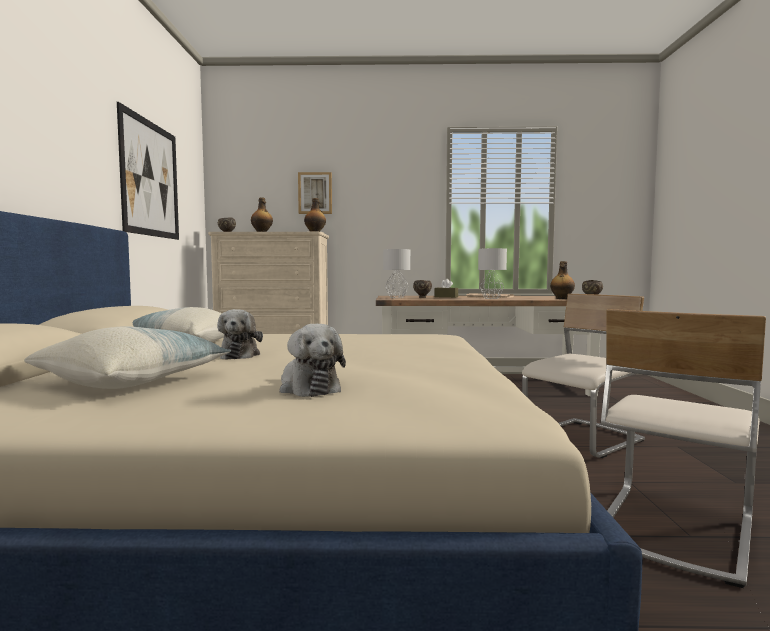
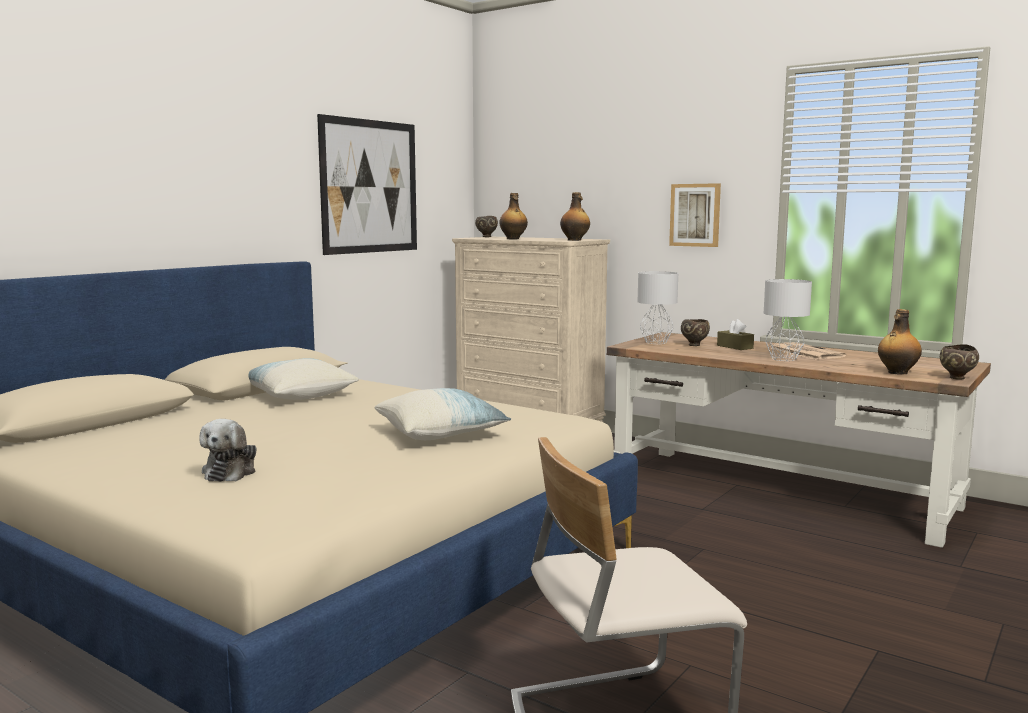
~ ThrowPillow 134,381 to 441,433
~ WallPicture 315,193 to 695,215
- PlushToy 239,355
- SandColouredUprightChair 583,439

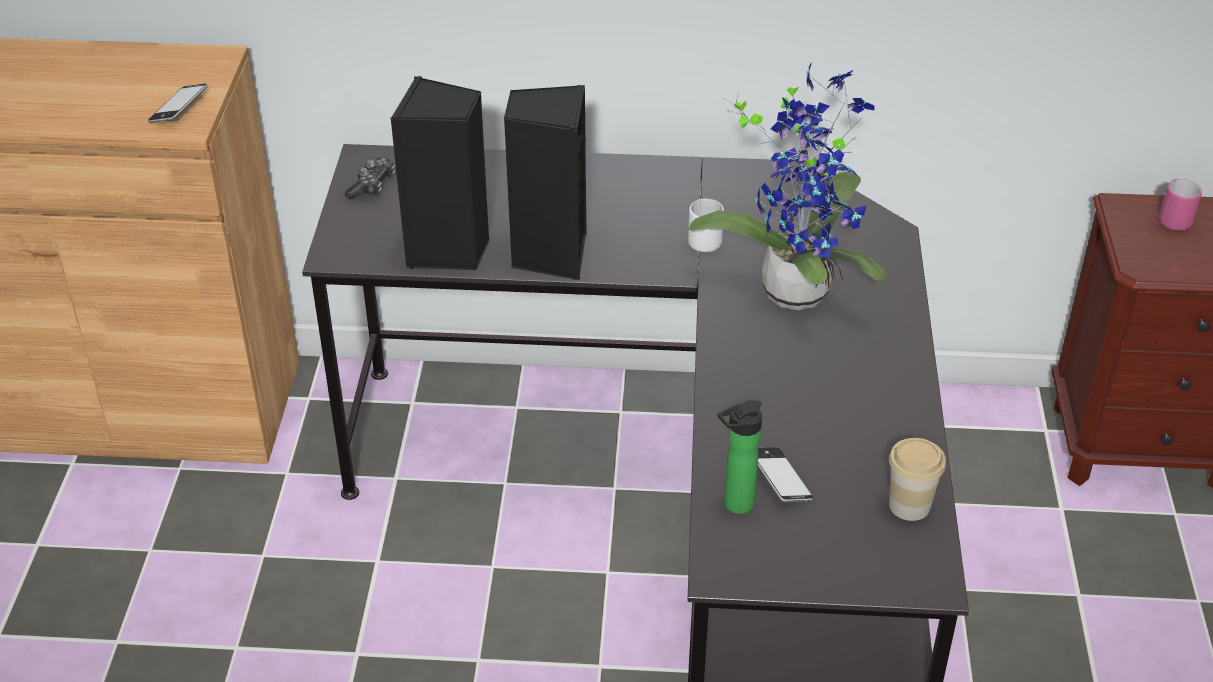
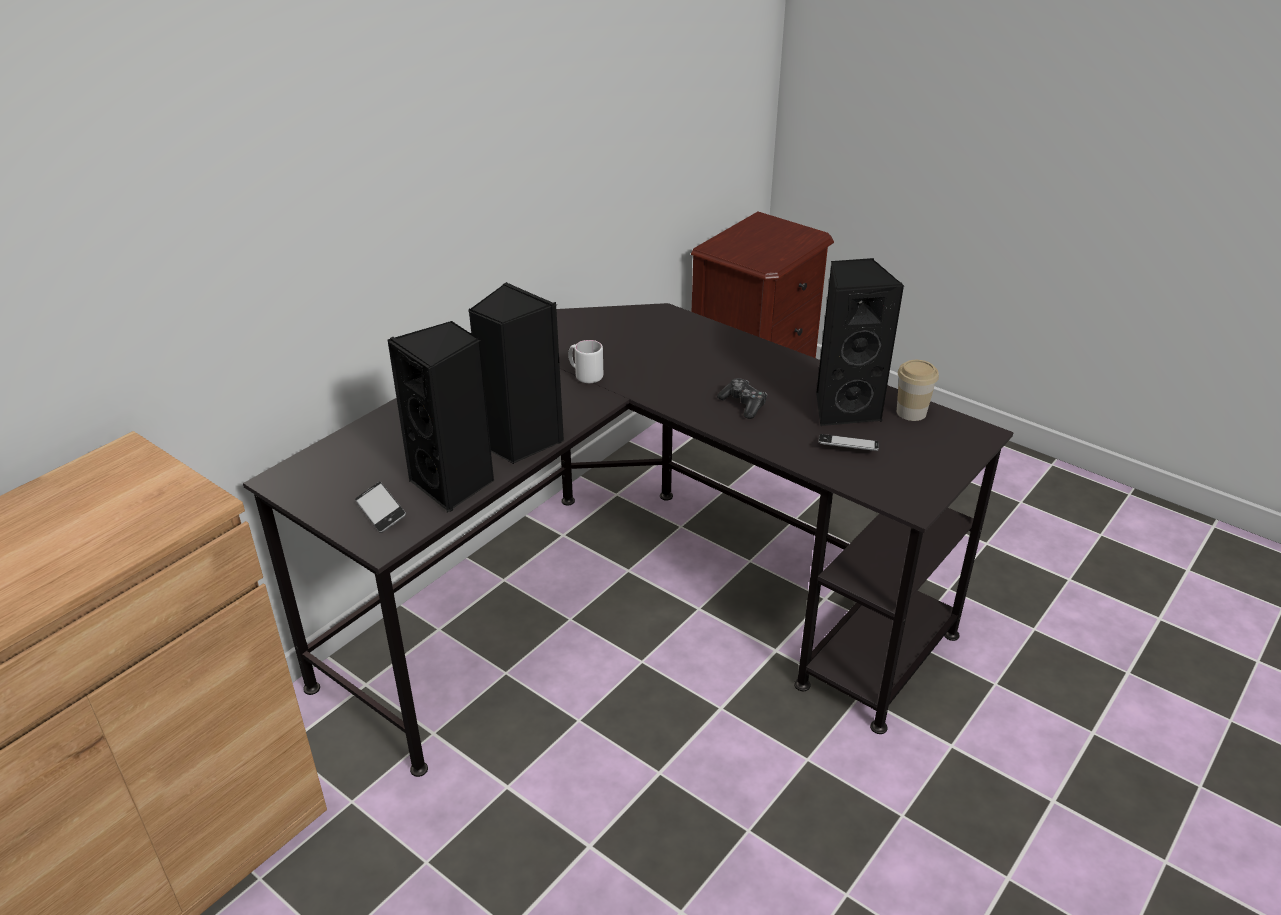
~ Telephone 179,108 to 381,511
~ Joypad 372,186 to 743,404
+ BlackishSpeaker 844,408
- PottedPlant 796,286
- BeverageBottle 734,505
- PinkMug 1173,218

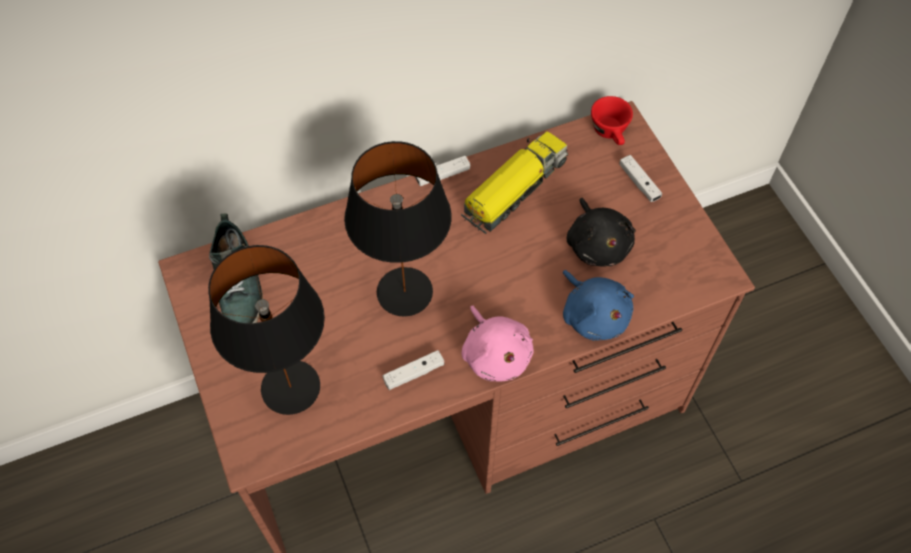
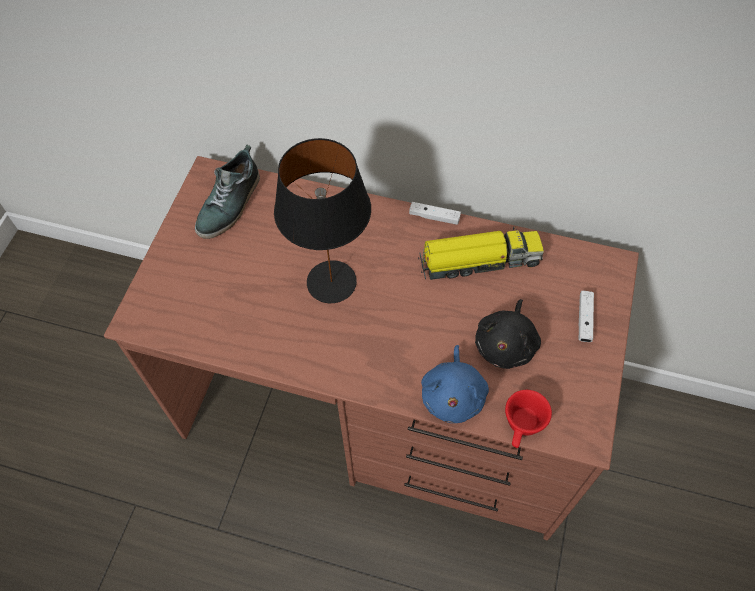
~ ReddishCup 611,133 to 522,427
- BlackishLampForATable 290,388
- WhitishJoypad 414,373
- PinkPlushToy 496,354

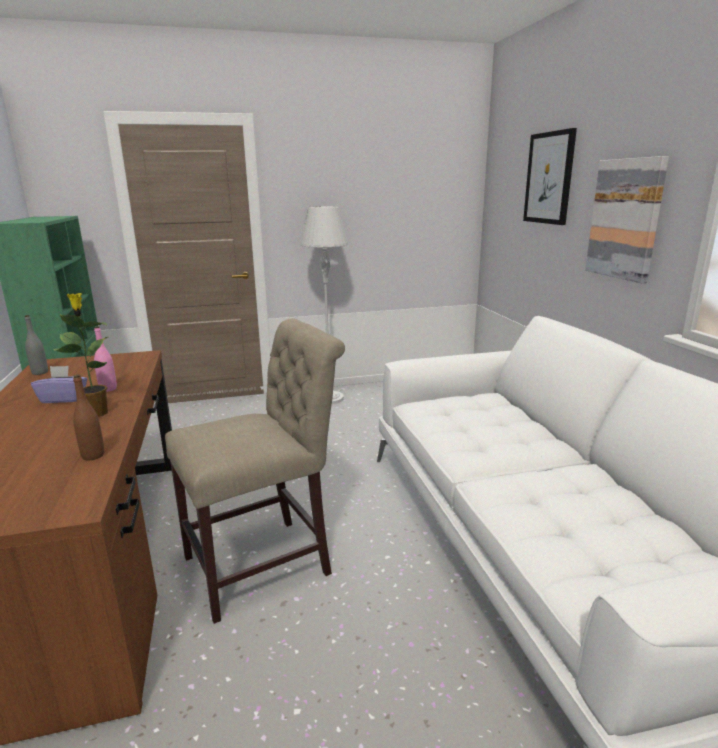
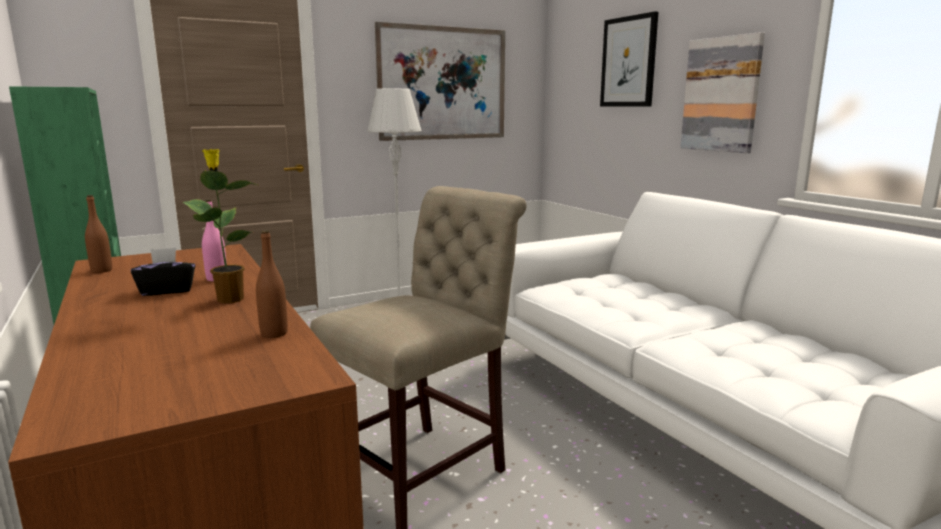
~ GreyBeverageBottle 40,372 to BrownBeverageBottle 101,270
~ PurpleColouredTissueBox 63,398 to BlackishTissueBox 167,290
+ WallPicture 443,84

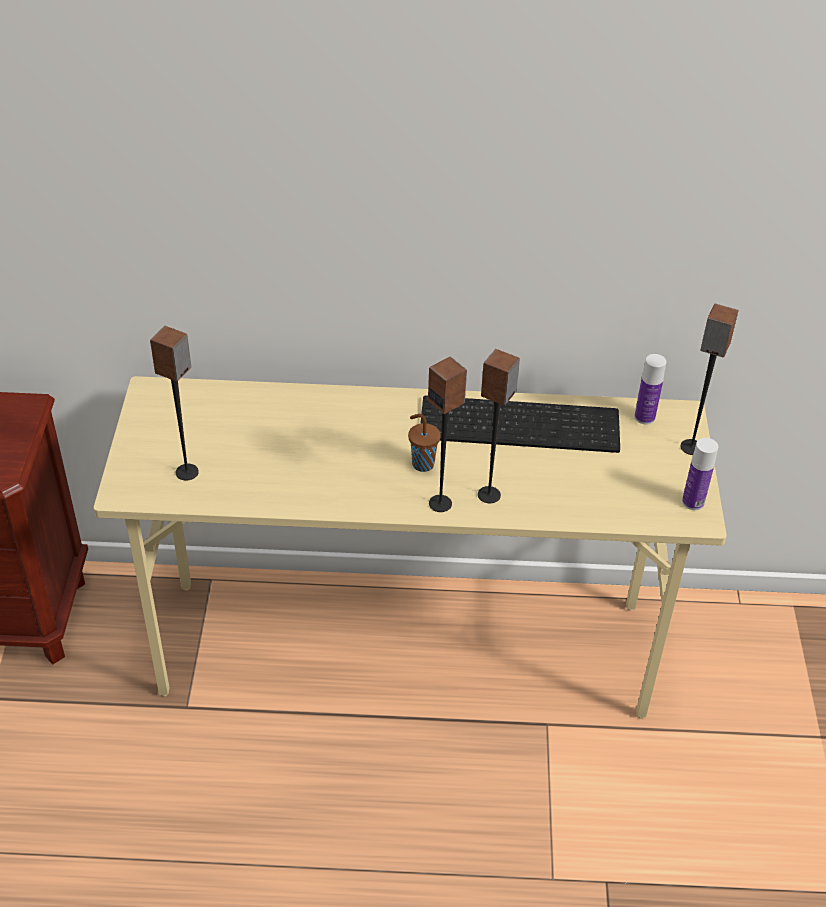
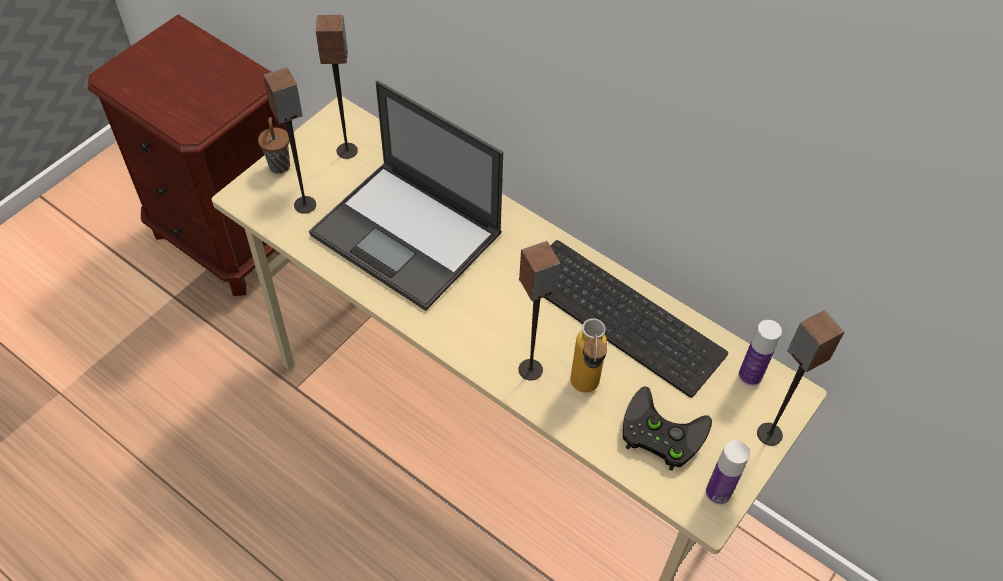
~ BrownCup 422,463 to 279,165
+ PortableComputer 408,235
~ Speaker 440,503 to 347,151
+ BeverageBottle 584,392
+ BlackishJoypad 658,433

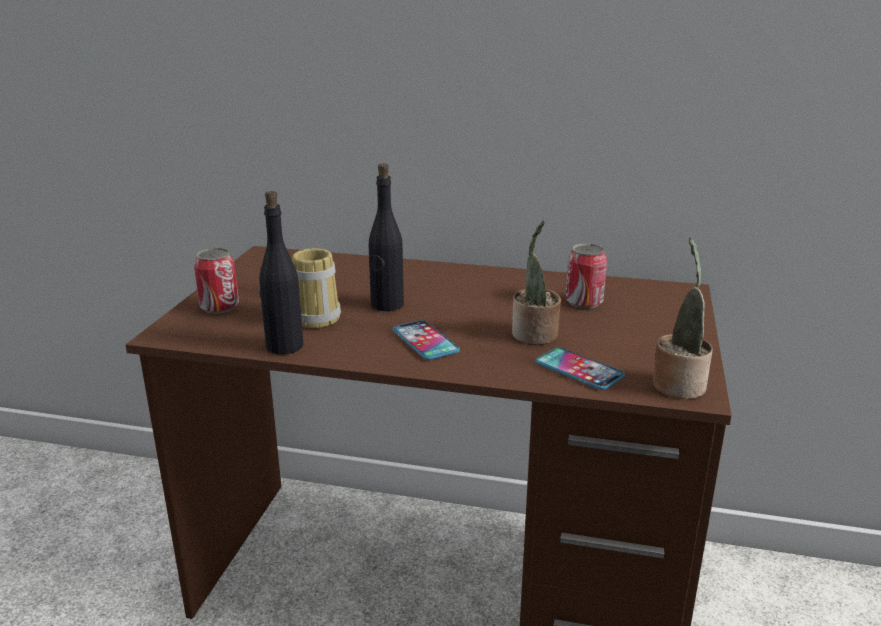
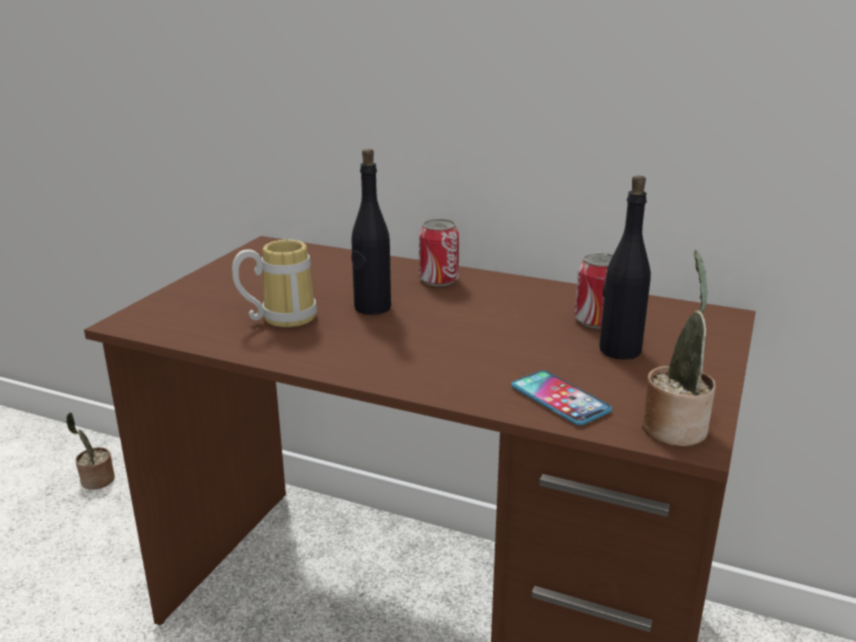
~ PottedPlant 534,336 to 96,481
~ MetalCan 219,307 to 438,280
~ BlackishBeverageBottle 284,346 to 619,350
- Telephone 425,341

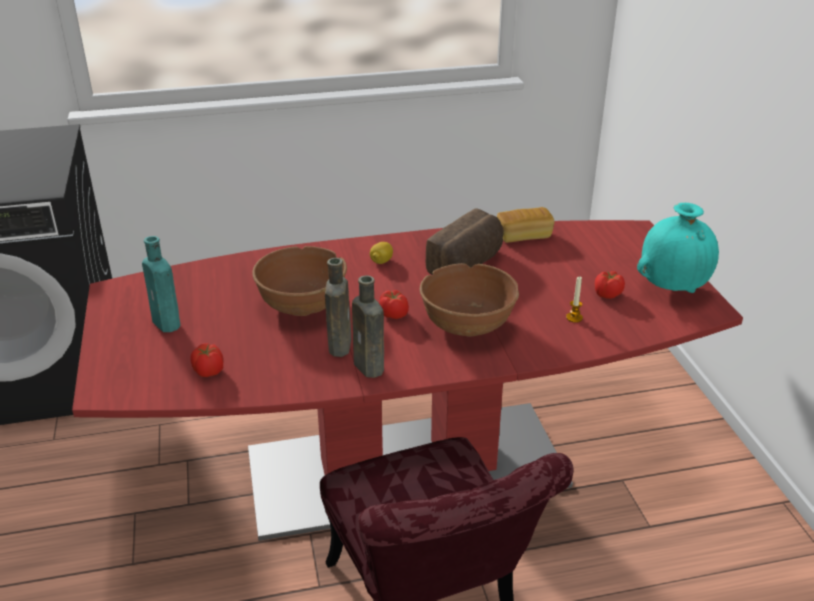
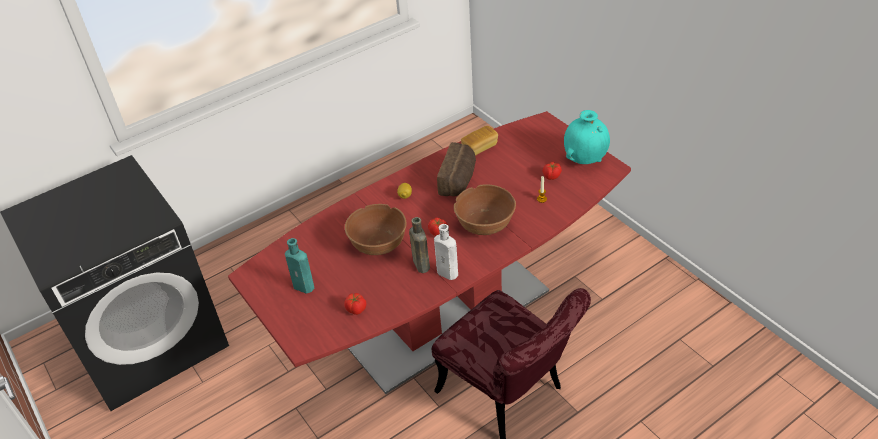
~ BrownBeverageBottle 370,368 to WhitishBeverageBottle 449,273

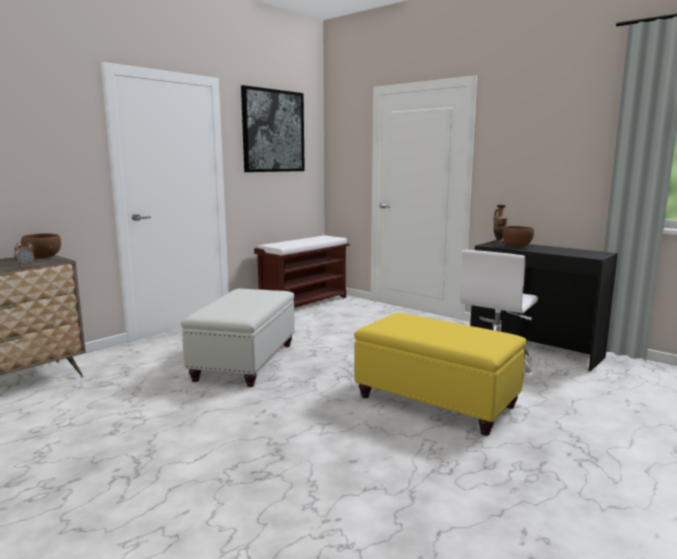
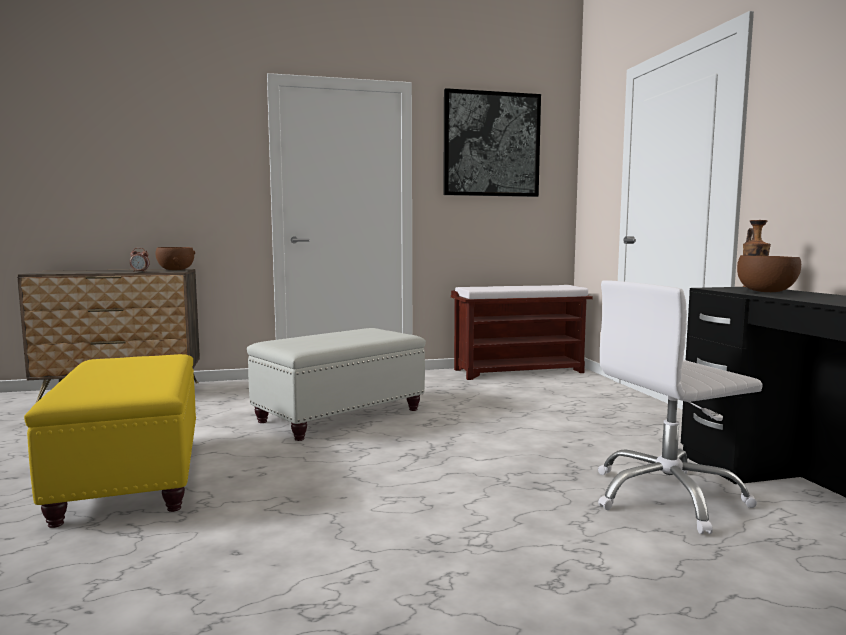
~ YellowOttoman 435,401 to 131,476

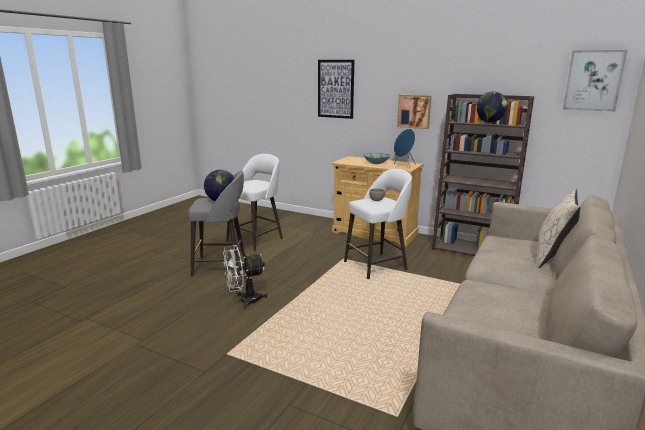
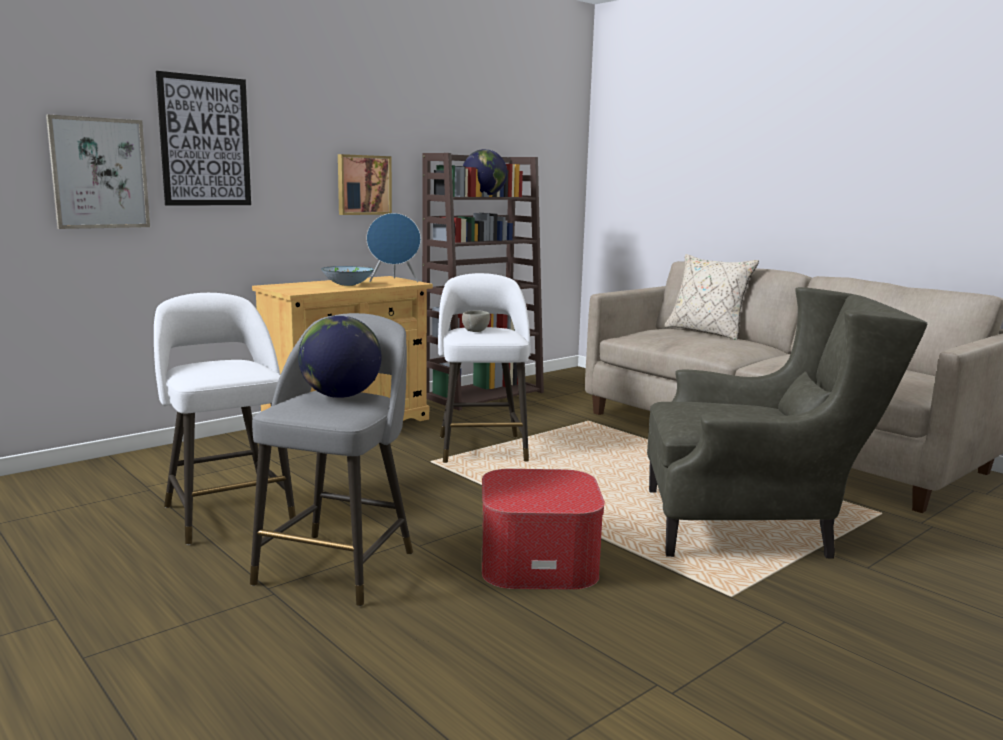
~ WallPicture 593,80 to 99,173
~ WhitishCoolingFan 244,301 to Ottoman 539,561
+ GreyArmchair 754,526

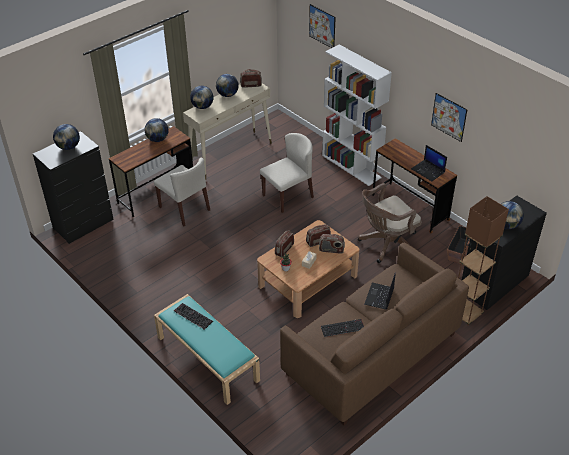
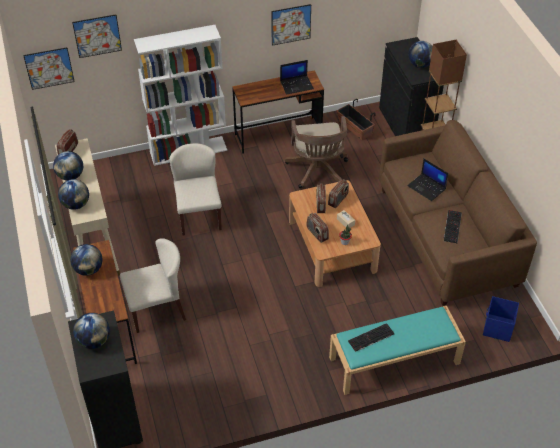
+ WallPicture 49,68
+ BlueColouredStorageBox 497,328

